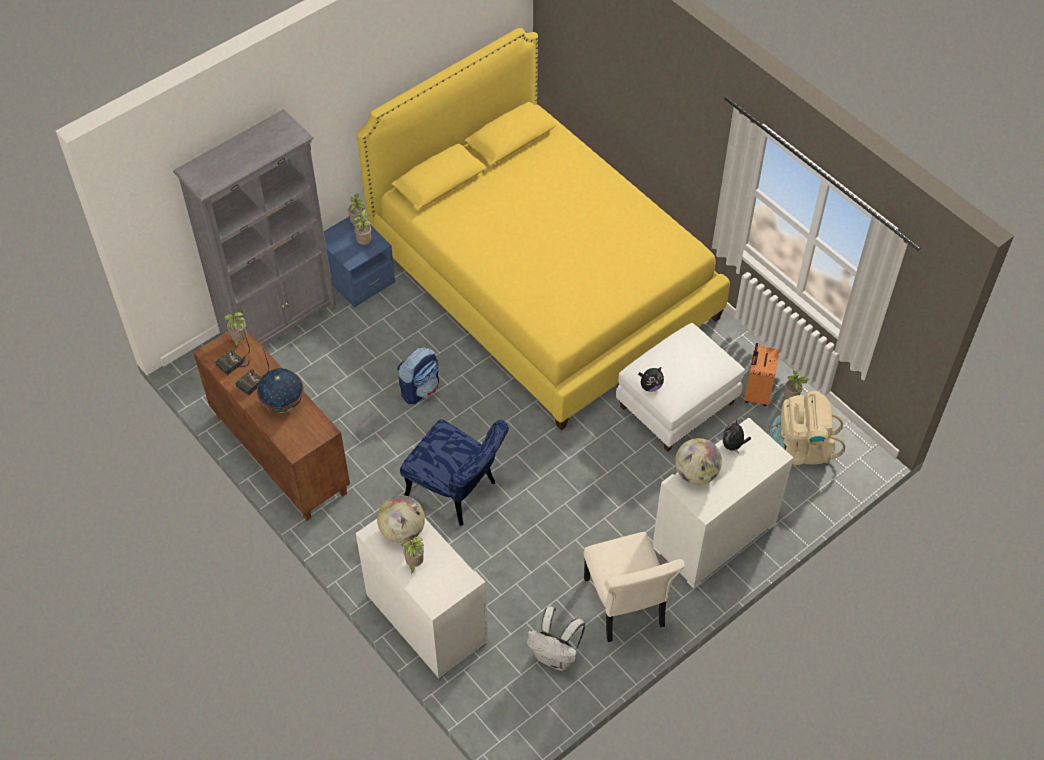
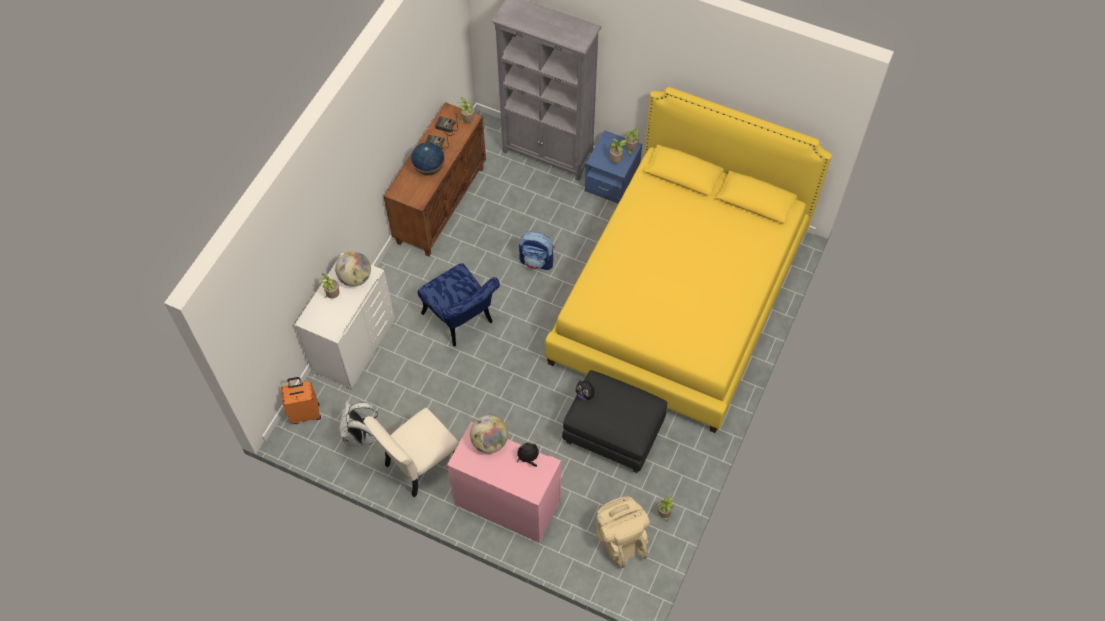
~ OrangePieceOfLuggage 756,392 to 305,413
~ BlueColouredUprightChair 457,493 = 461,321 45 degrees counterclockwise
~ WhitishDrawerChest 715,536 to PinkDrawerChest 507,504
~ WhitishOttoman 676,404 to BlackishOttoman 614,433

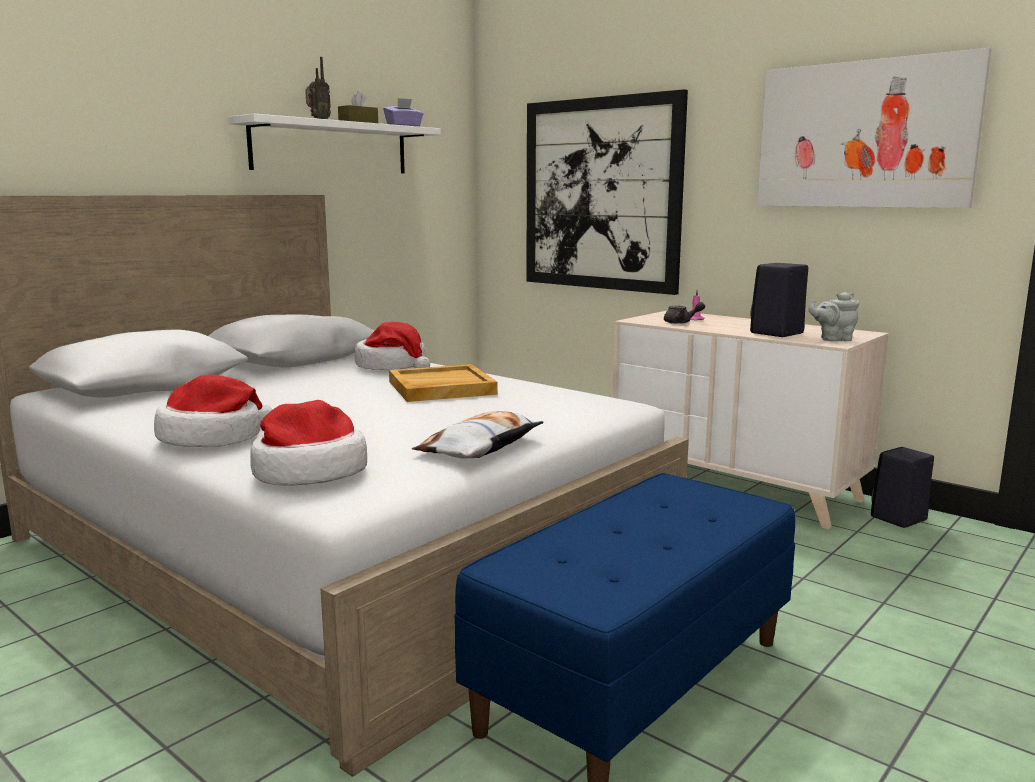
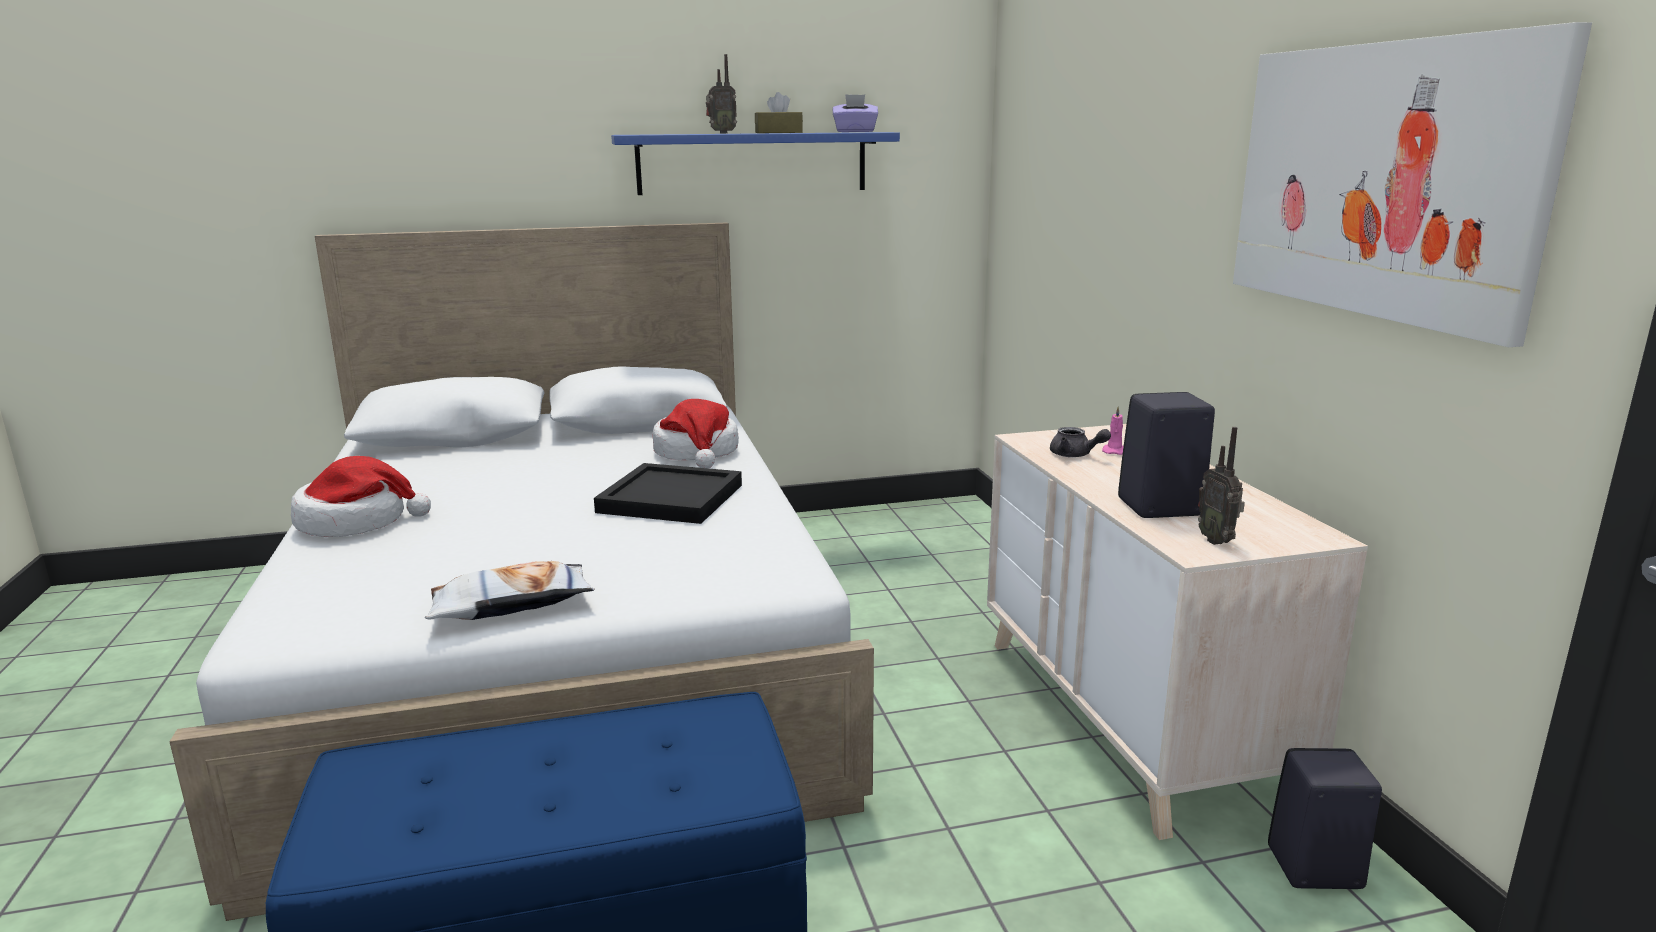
~ SandColouredCarryingTray 441,388 to BlackishCarryingTray 669,499
~ WhitishWallShelf 331,148 to BlueColouredWallShelf 752,163
~ GreyTeapot 833,339 to Radio 1217,540
- Hat 309,472
- WallPicture 601,194

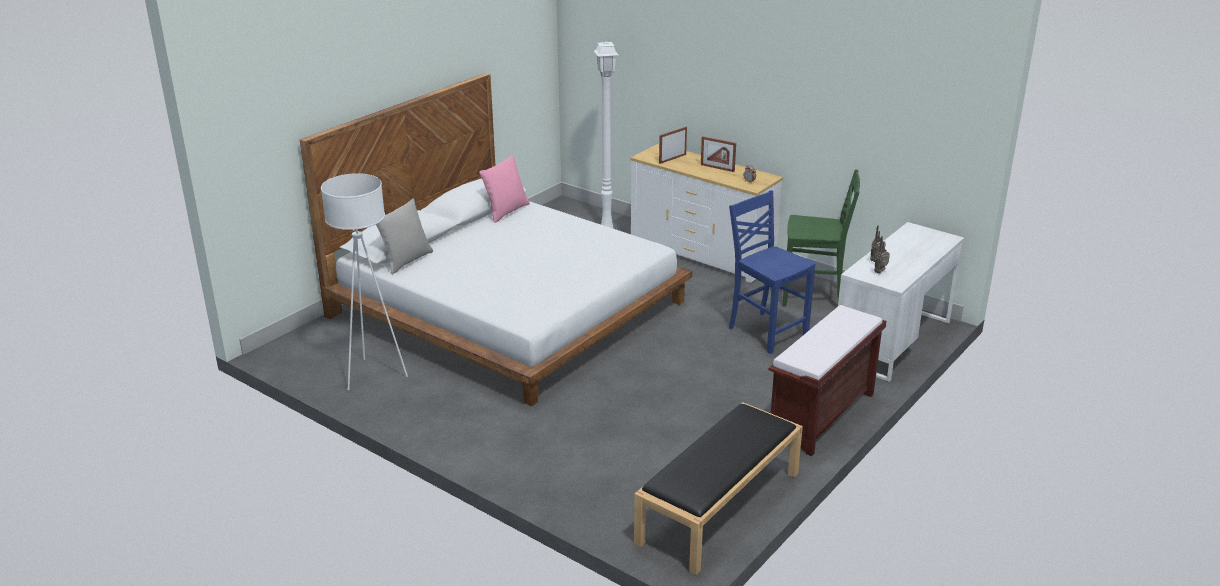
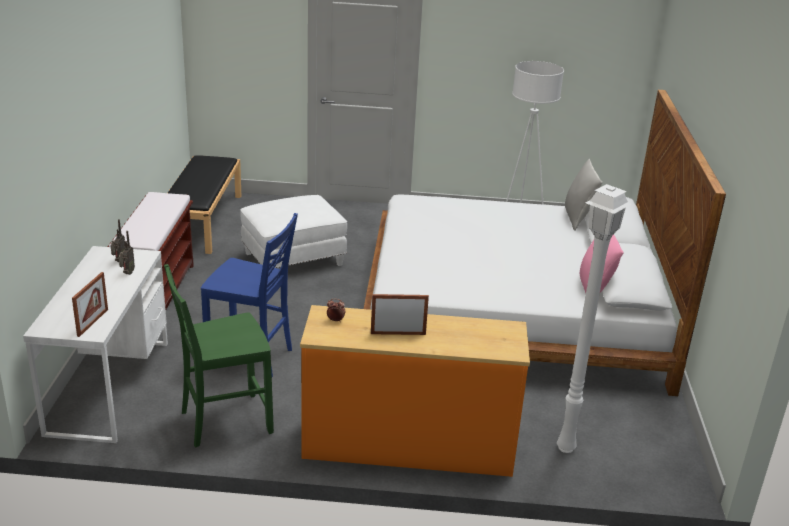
~ StandingFrame 672,159 to 93,322
+ WhitishOttoman 294,258
~ WhitishDrawerChest 702,254 to OrangeDrawerChest 408,446

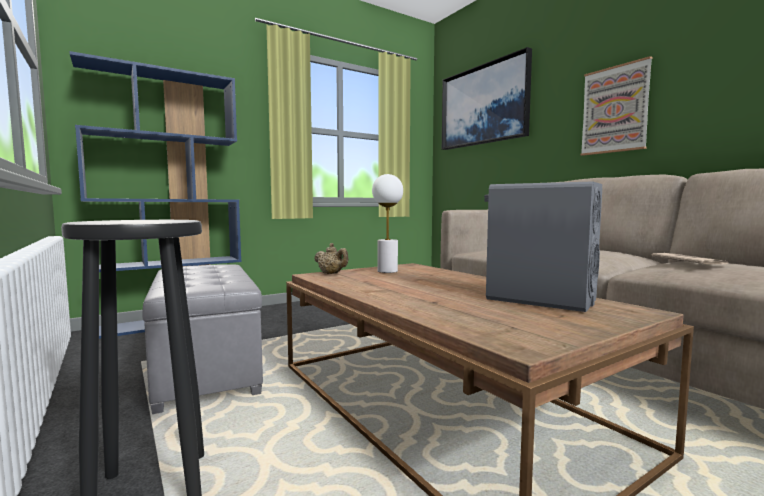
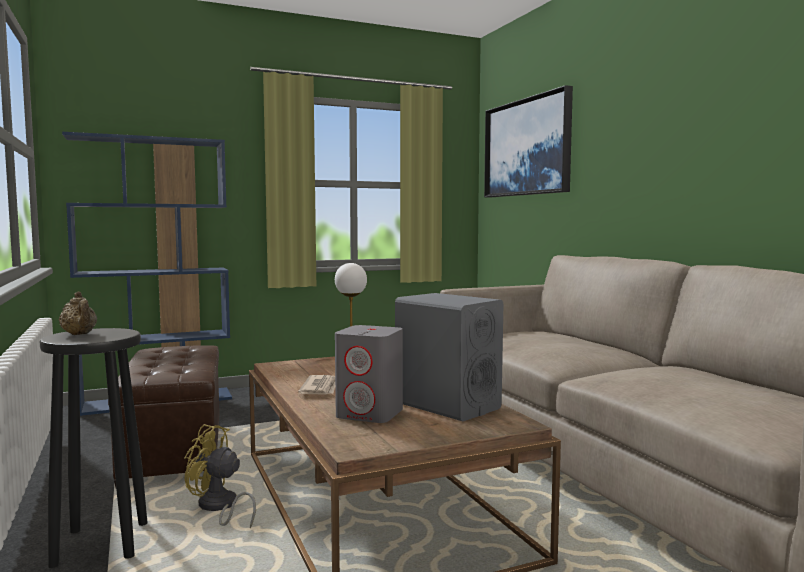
~ SandColouredTeapot 331,274 to 79,335
~ GreyOttoman 207,368 to BrownOttoman 175,452
+ YellowCoolingFan 219,508
~ DailyPaper 688,262 to 320,388
+ GreySpeaker 370,414
- WallPicture 615,110

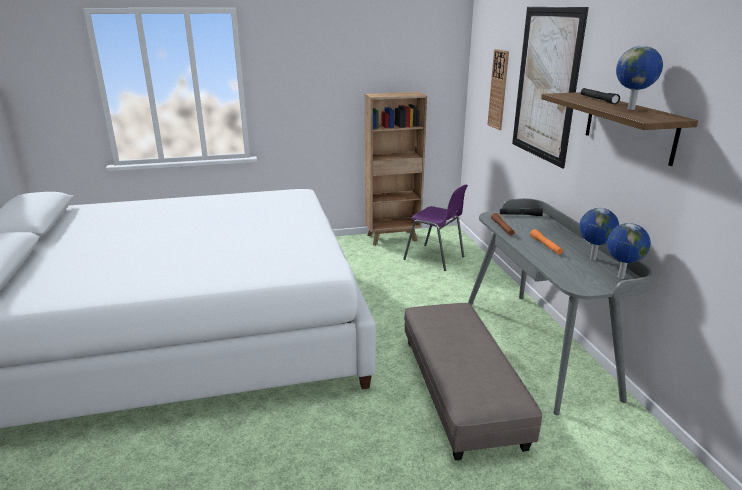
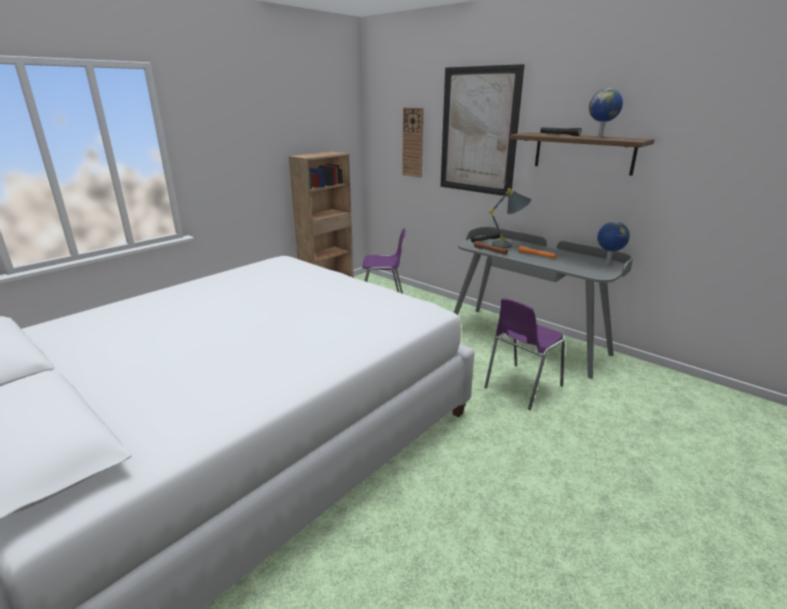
~ GreyOttoman 460,389 to PurpleColouredUprightChair 521,387
+ GreyLampForATable 509,245
- DeskGlobe 592,258

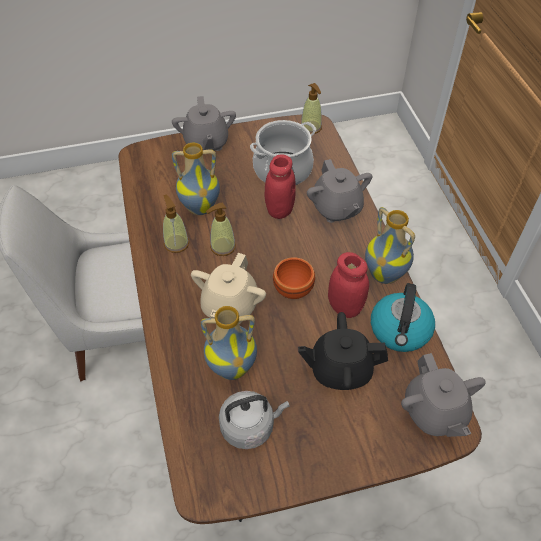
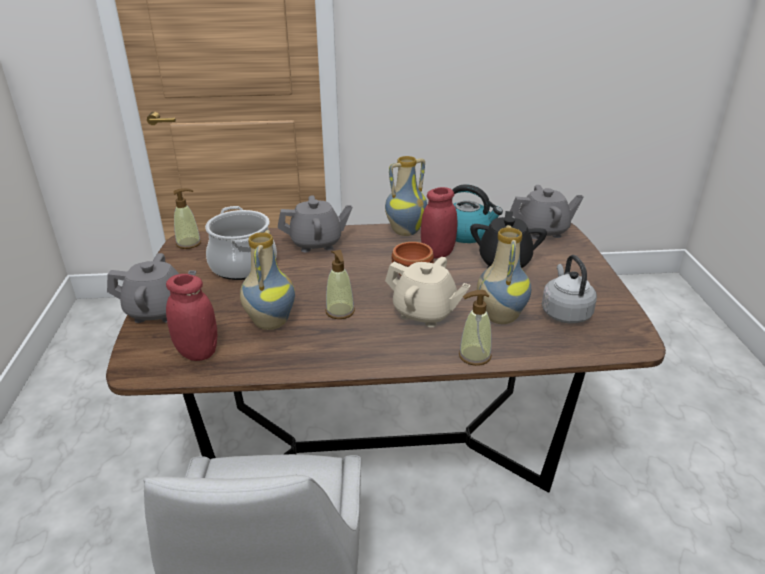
~ ReddishStorageJar 279,210 to 197,352
~ LiquidSoapBottle 176,243 to 474,356

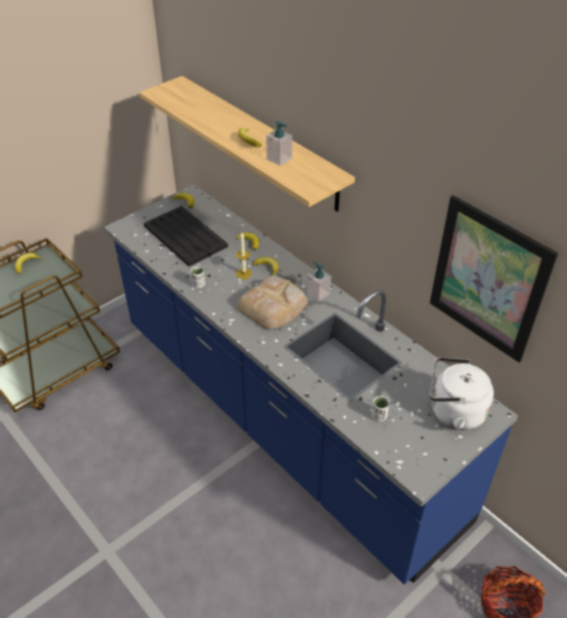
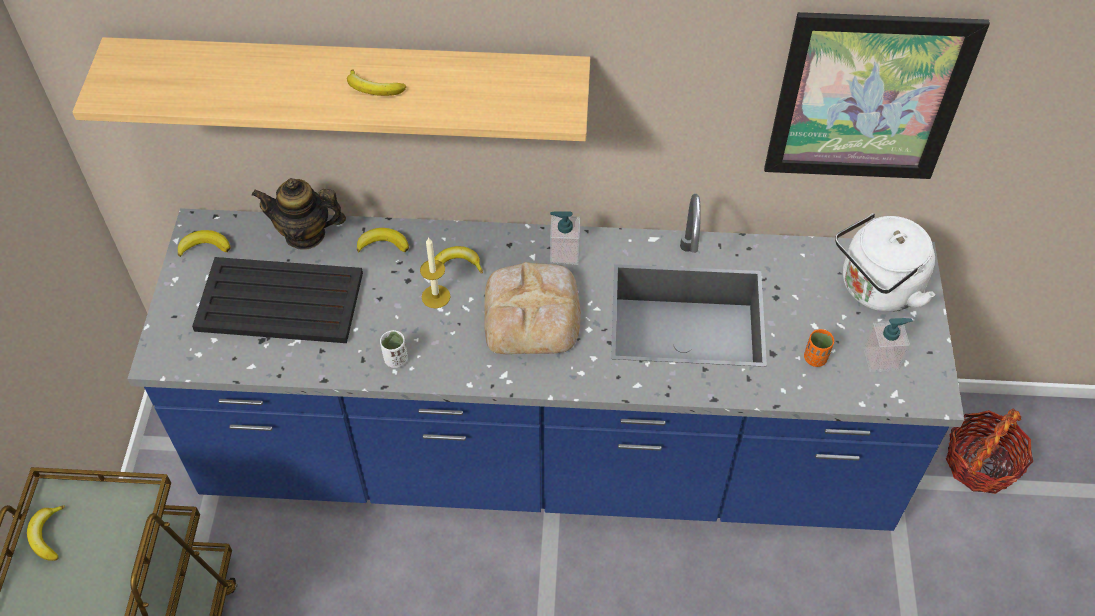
+ Teapot 305,234
~ WhitishCup 379,416 to OrangeCup 815,358
~ LiquidSoapBottle 279,159 to 881,358

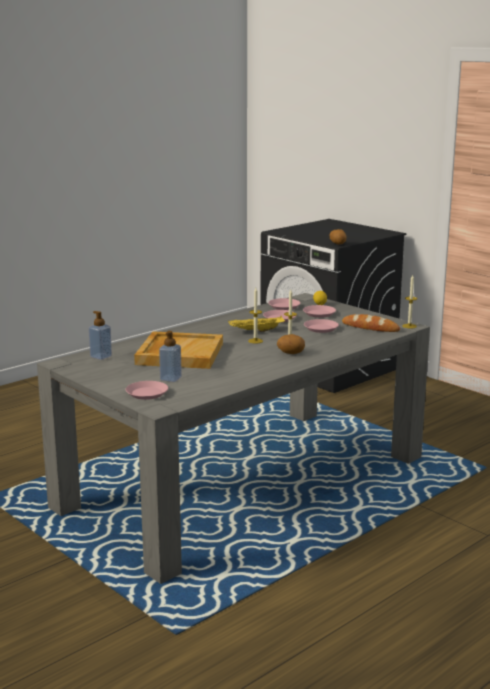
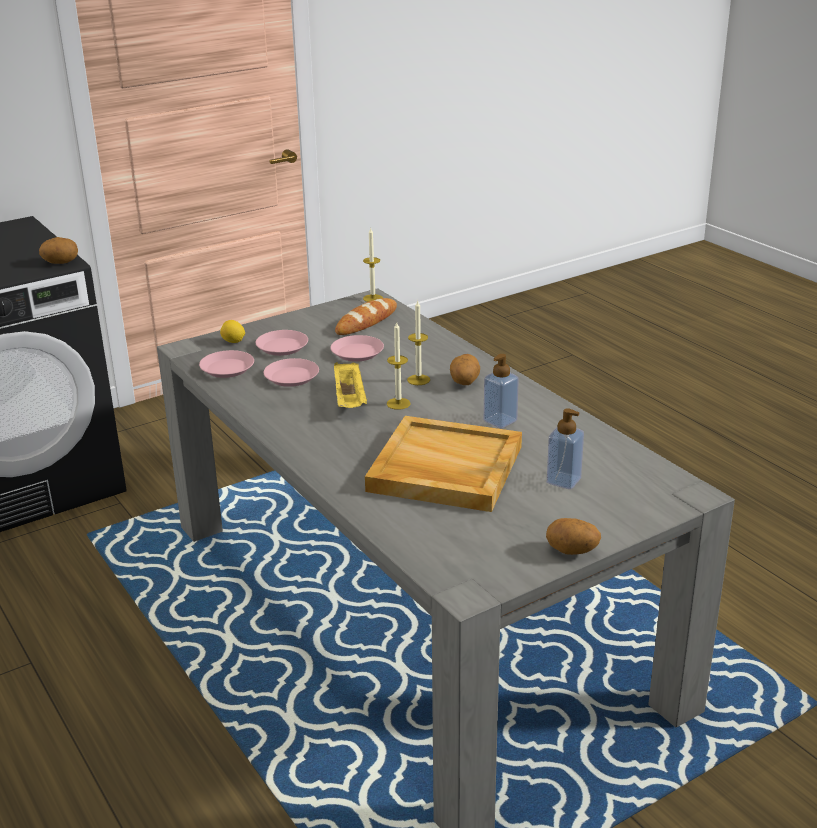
~ LiquidSoapBottle 101,356 to 500,421
+ Spud 571,552
- PinkDinnerPlate 147,393

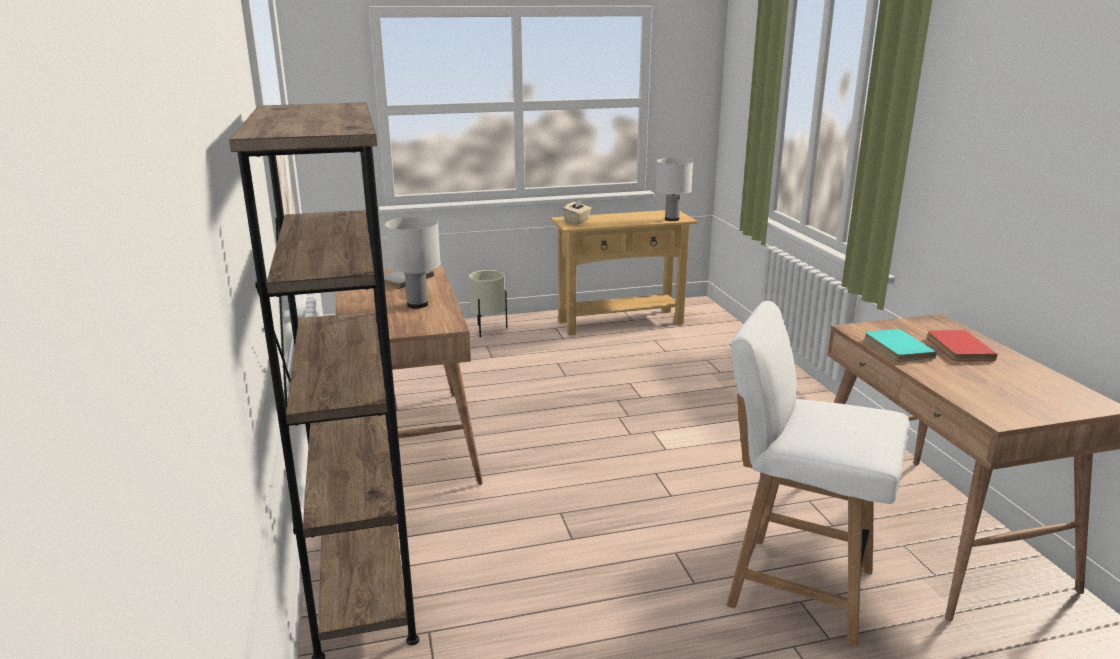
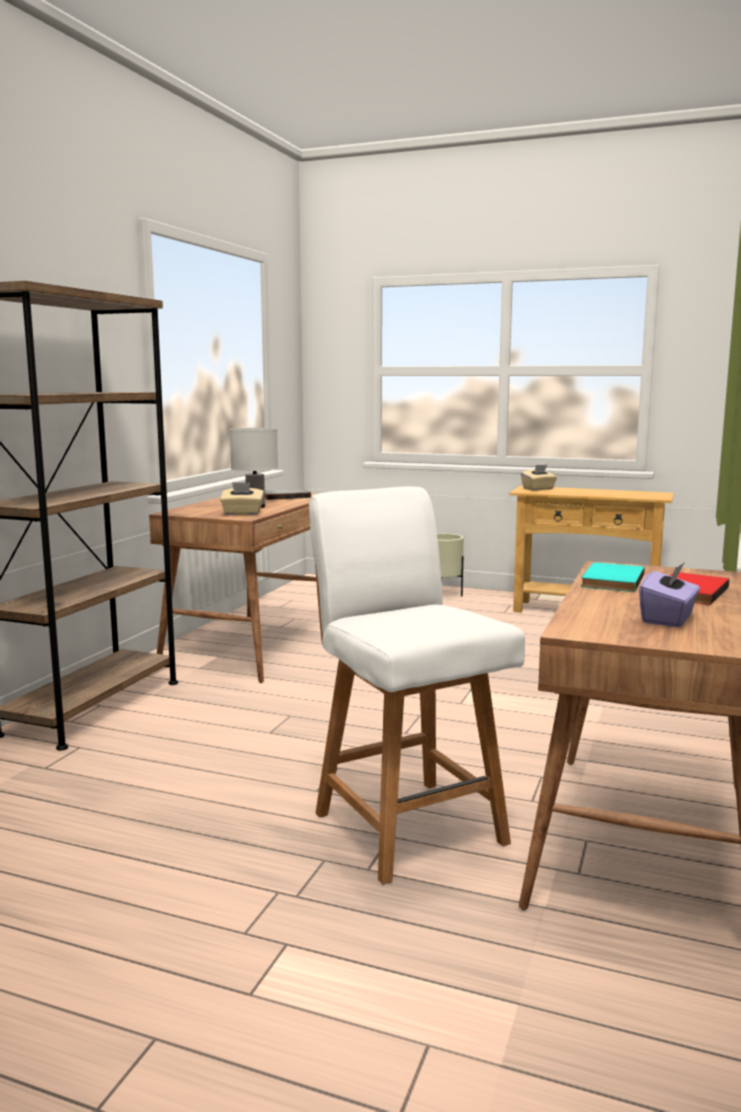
+ SandColouredTissueBox 242,513
+ PurpleColouredTissueBox 668,619
- WhitishLampForATable 672,219

